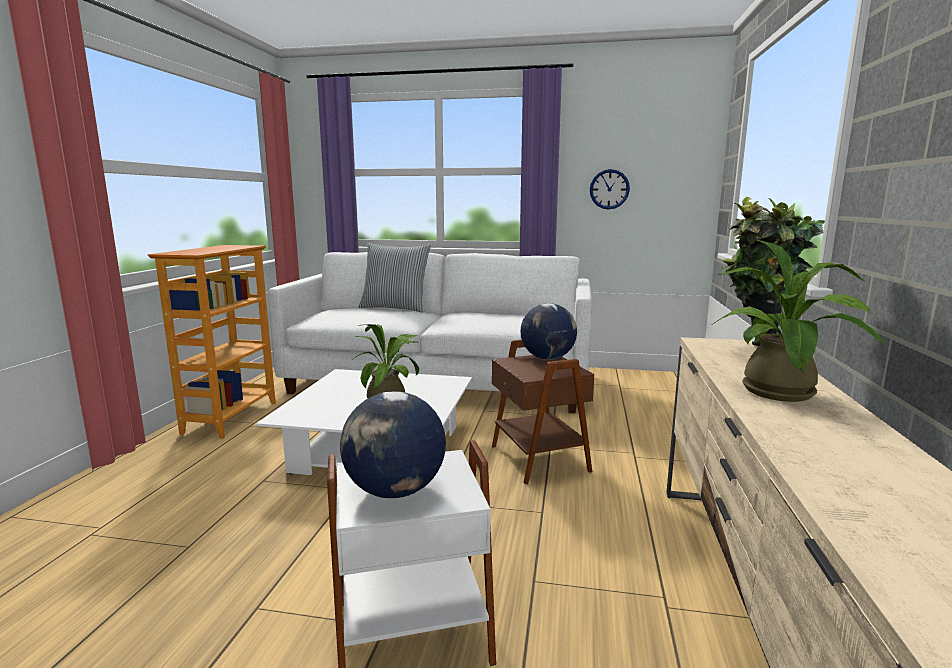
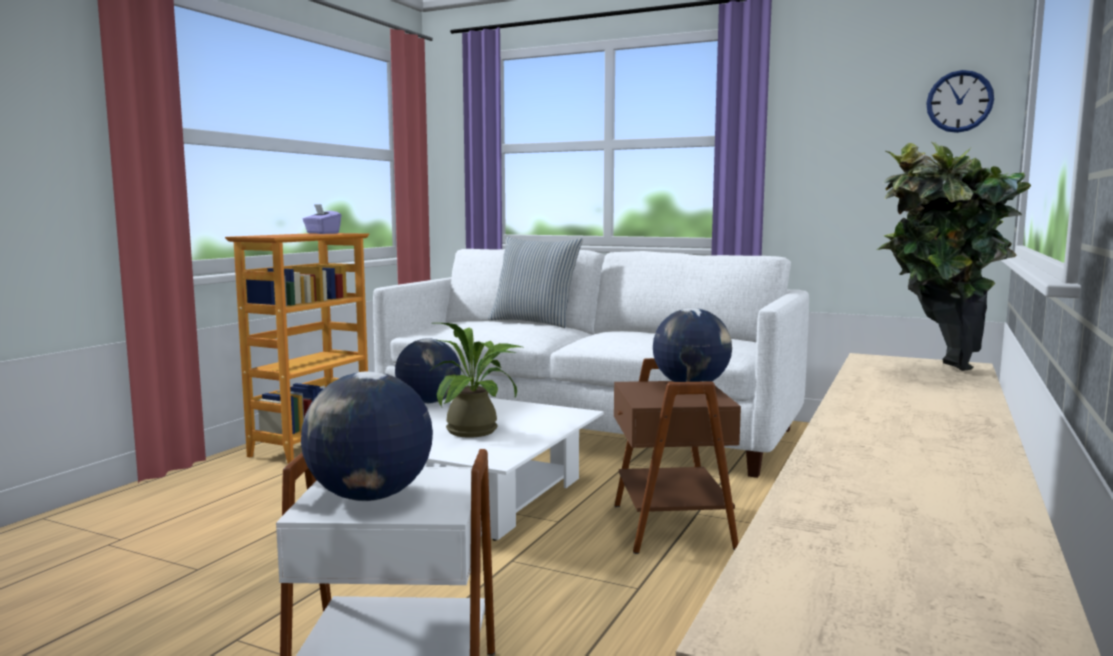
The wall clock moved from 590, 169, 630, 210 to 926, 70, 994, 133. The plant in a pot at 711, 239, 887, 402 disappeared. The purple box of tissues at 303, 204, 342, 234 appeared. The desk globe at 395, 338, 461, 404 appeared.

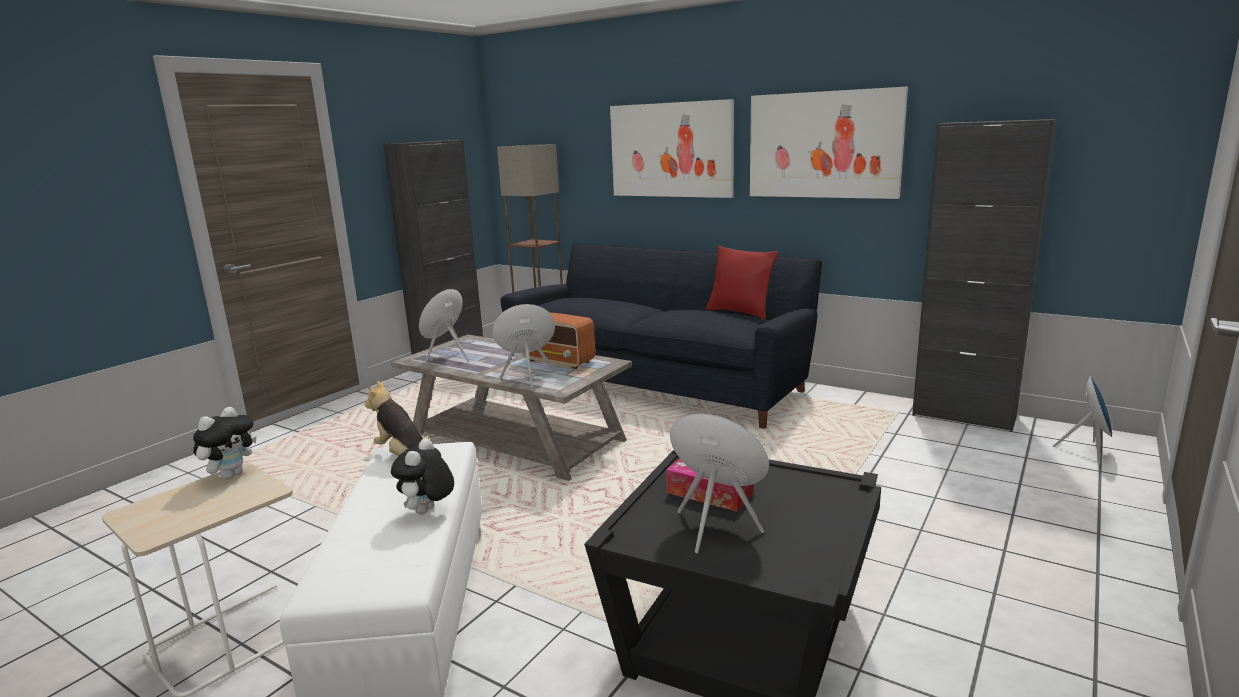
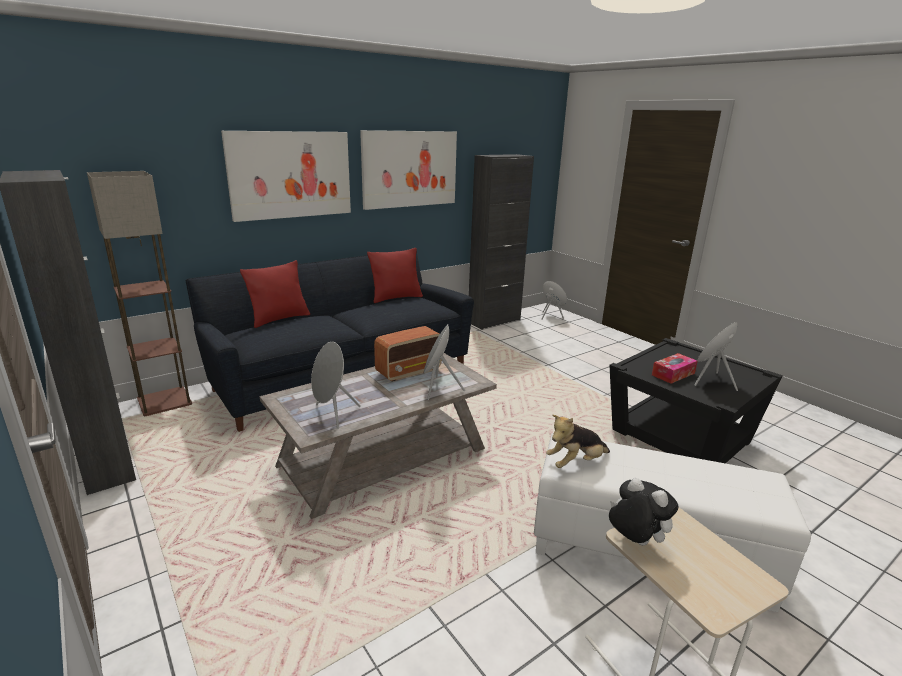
The soft toy at 391, 438, 454, 514 disappeared. The red pillow at 240, 260, 310, 328 appeared.

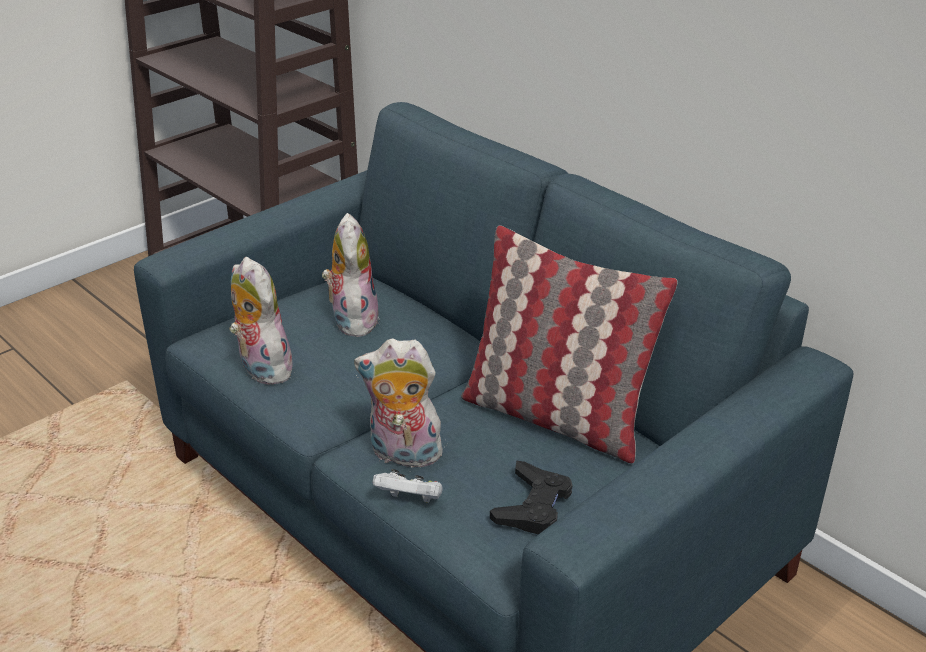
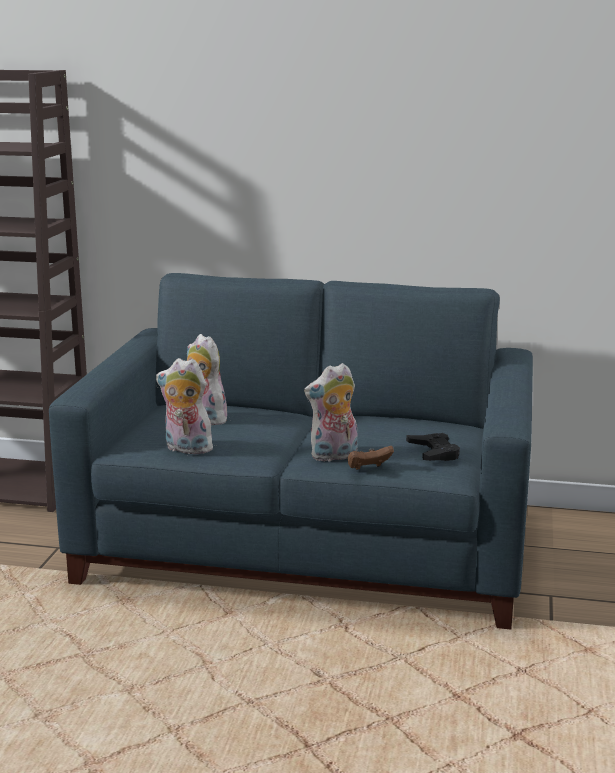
The pillow at 461, 225, 677, 464 disappeared. The white gamepad at 373, 469, 442, 503 became the brown-coloured gamepad at 348, 446, 394, 470.

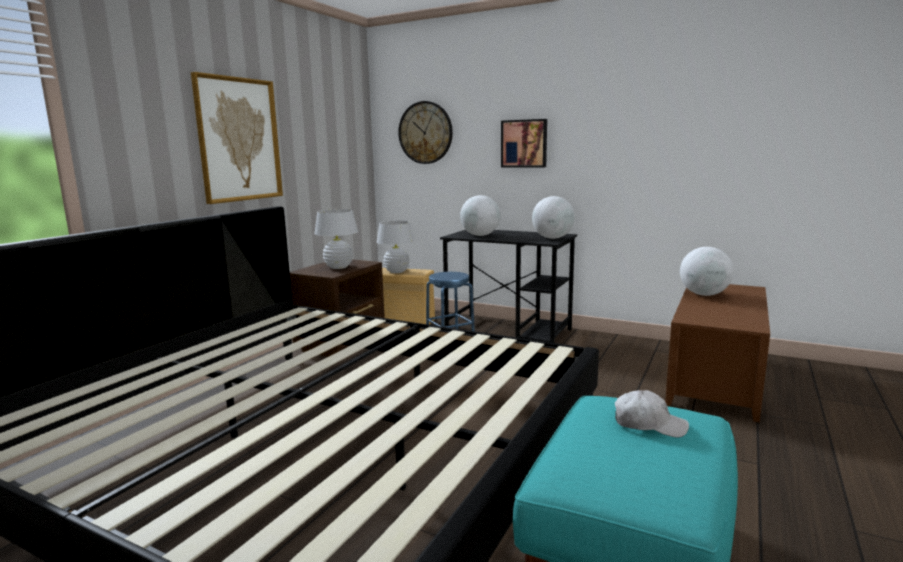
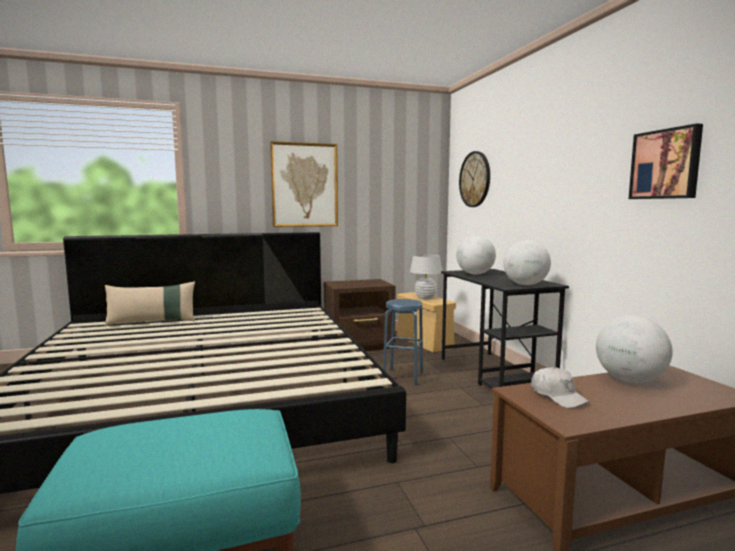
The picture moved from 501, 119, 547, 167 to 629, 123, 703, 199. The white lamp for a table at 314, 209, 358, 269 disappeared. The white peaked cap moved from 615, 390, 689, 438 to 531, 367, 590, 408. The beige-coloured pillow at 105, 281, 195, 326 appeared.

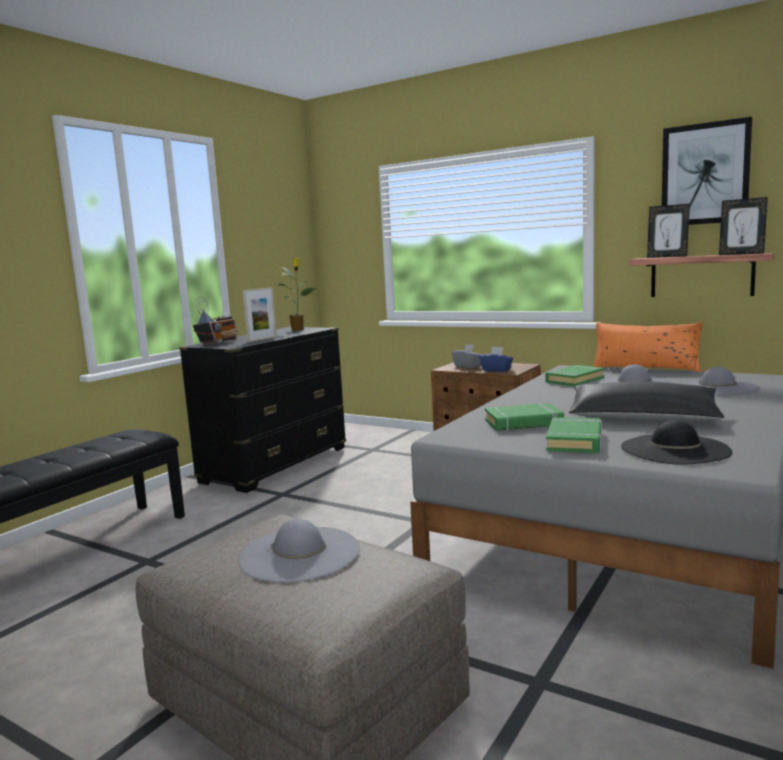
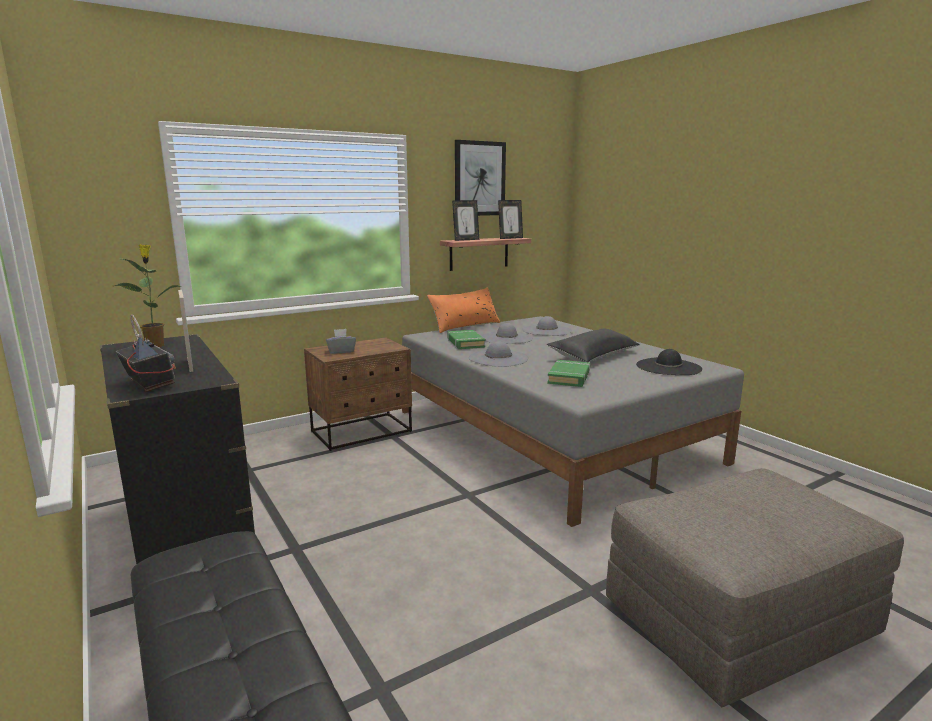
The blue box of tissues at 479, 347, 513, 372 disappeared. The green volume at 546, 417, 602, 453 disappeared. The grey hat moved from 238, 519, 360, 583 to 469, 341, 528, 367.

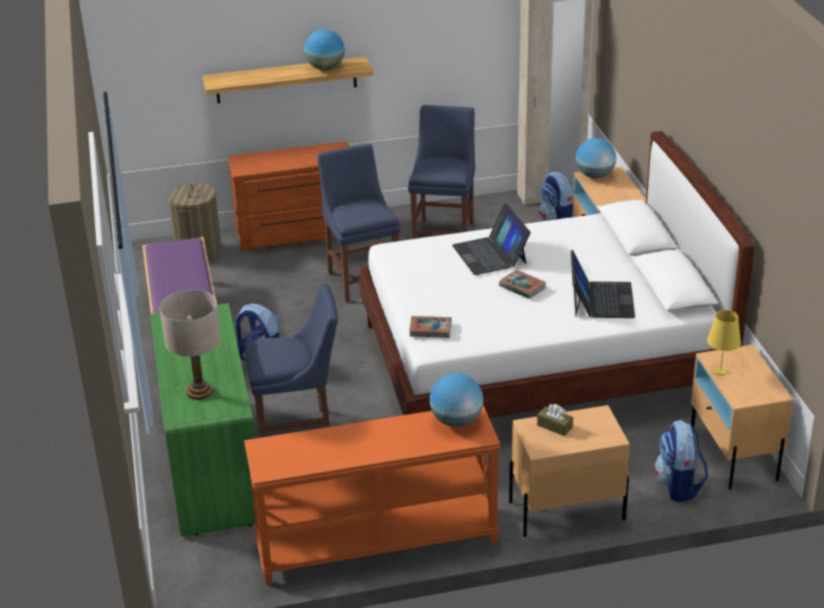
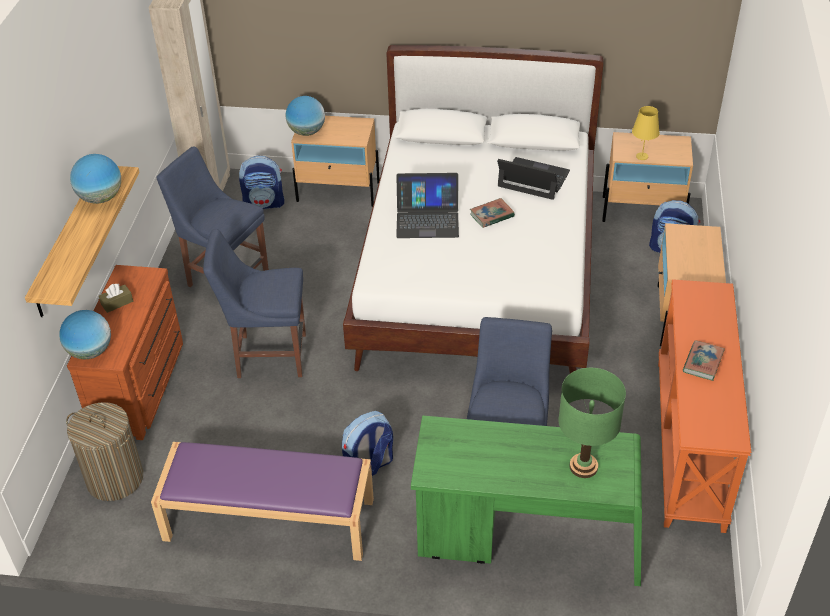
The beige-coloured lamp for a table at 159, 290, 221, 400 became the green lamp for a table at 558, 368, 626, 478. The volume moved from 409, 316, 451, 338 to 683, 340, 725, 381. The desk globe moved from 430, 373, 483, 427 to 59, 310, 111, 359. The brown-coloured box of tissues moved from 537, 404, 573, 436 to 99, 284, 133, 313.

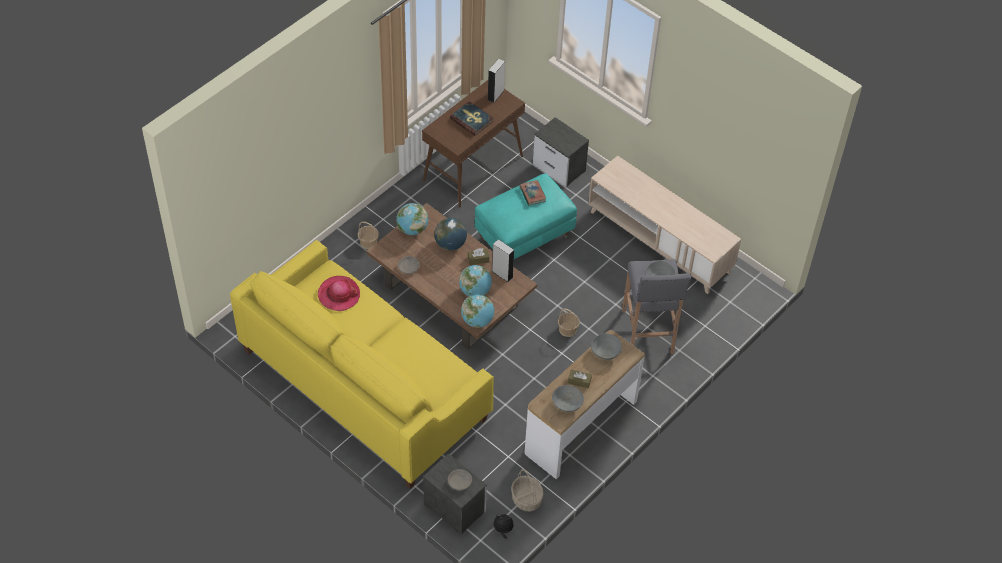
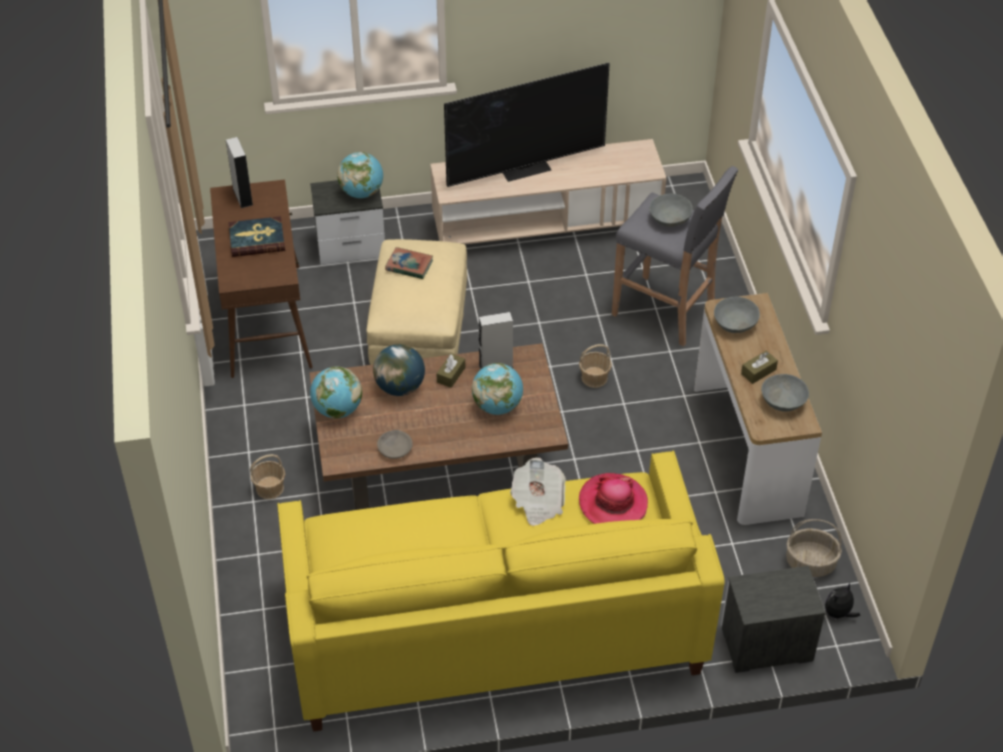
The blue-green footrest at 475, 174, 577, 259 became the beige-coloured footrest at 366, 239, 467, 365. The hat moved from 318, 276, 360, 311 to 579, 473, 648, 524. The desk globe moved from 461, 294, 494, 328 to 337, 152, 383, 198. The grey serving bowl at 448, 469, 472, 491 disappeared. The TV at 444, 63, 610, 187 appeared. The printed paper at 510, 458, 566, 526 appeared.

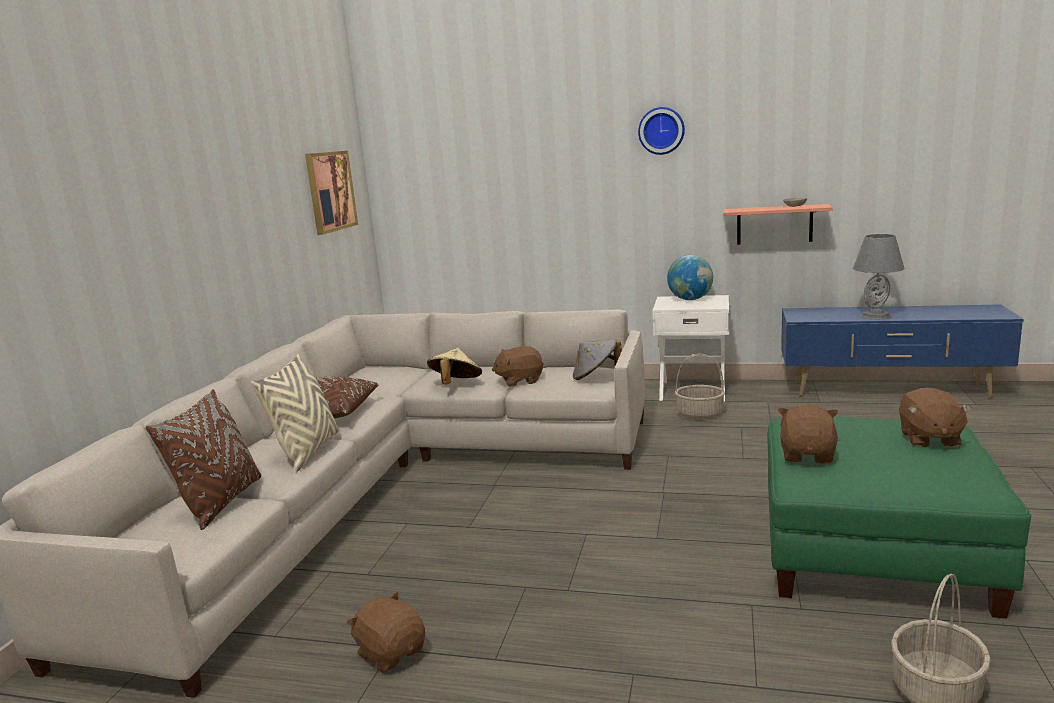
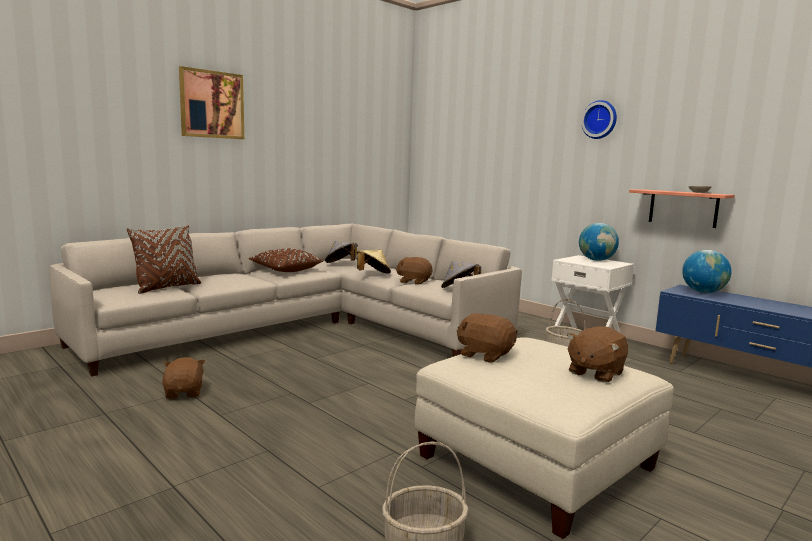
The picture moved from 305, 151, 358, 235 to 179, 66, 244, 139. The grey lamp for a table at 853, 234, 904, 320 disappeared. The beige-coloured pillow at 251, 354, 339, 472 disappeared. The brown-coloured soft toy at 778, 404, 838, 464 turned 105 degrees counterclockwise. The green footrest at 768, 417, 1031, 619 became the beige-coloured footrest at 415, 337, 674, 539. The grey hat at 325, 241, 358, 263 appeared. The desk globe at 682, 250, 732, 293 appeared.

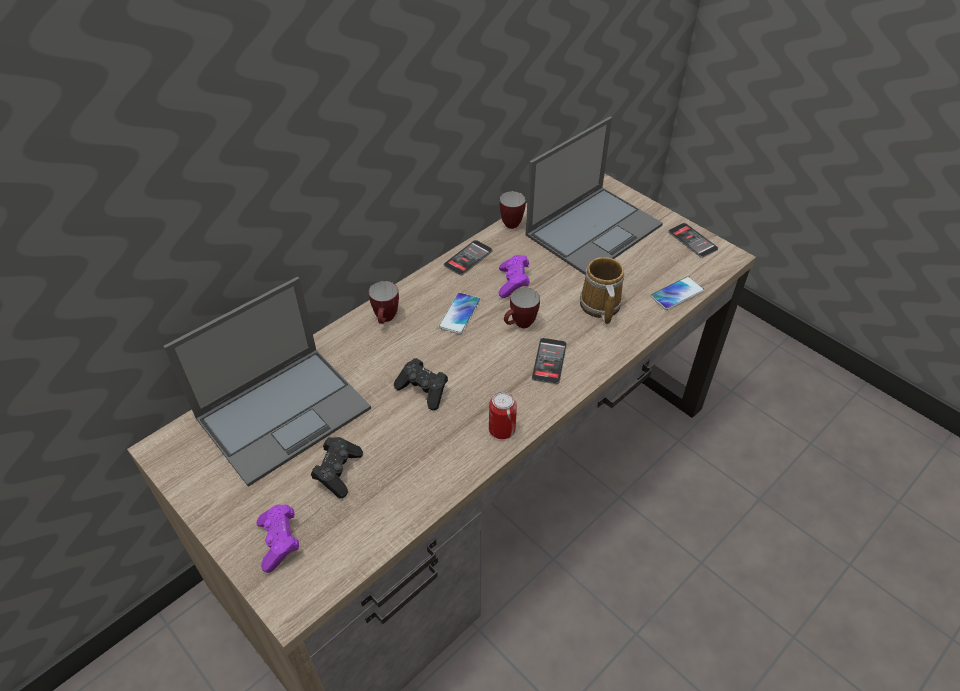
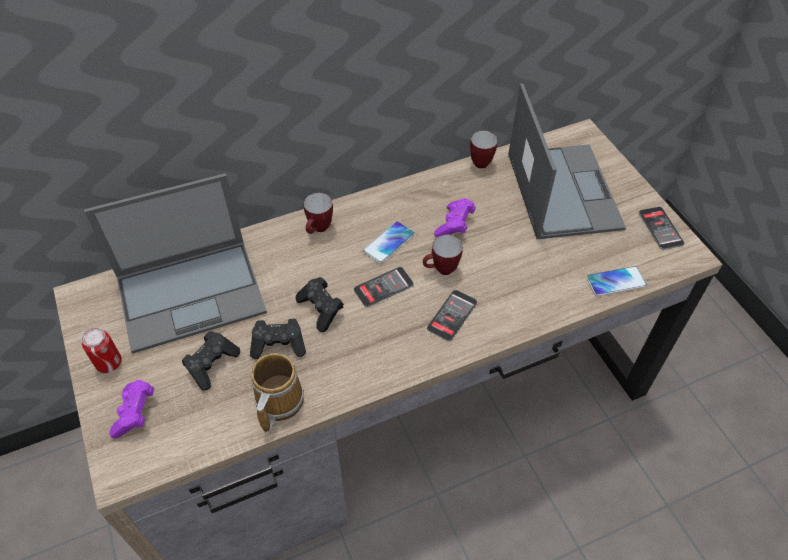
The notebook computer at 525, 116, 663, 275 turned 75 degrees counterclockwise. The phone moved from 444, 240, 493, 276 to 354, 267, 414, 307. The mug moved from 580, 257, 624, 324 to 251, 353, 304, 432. The can moved from 489, 391, 517, 439 to 82, 328, 122, 373. The black gamepad at 250, 319, 306, 359 appeared.

